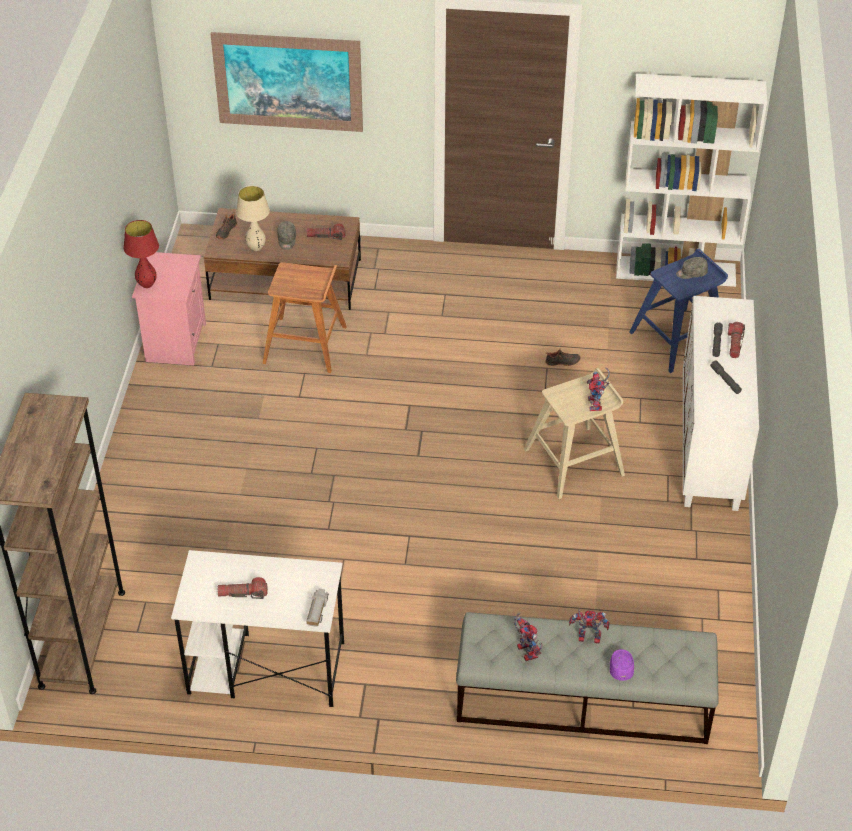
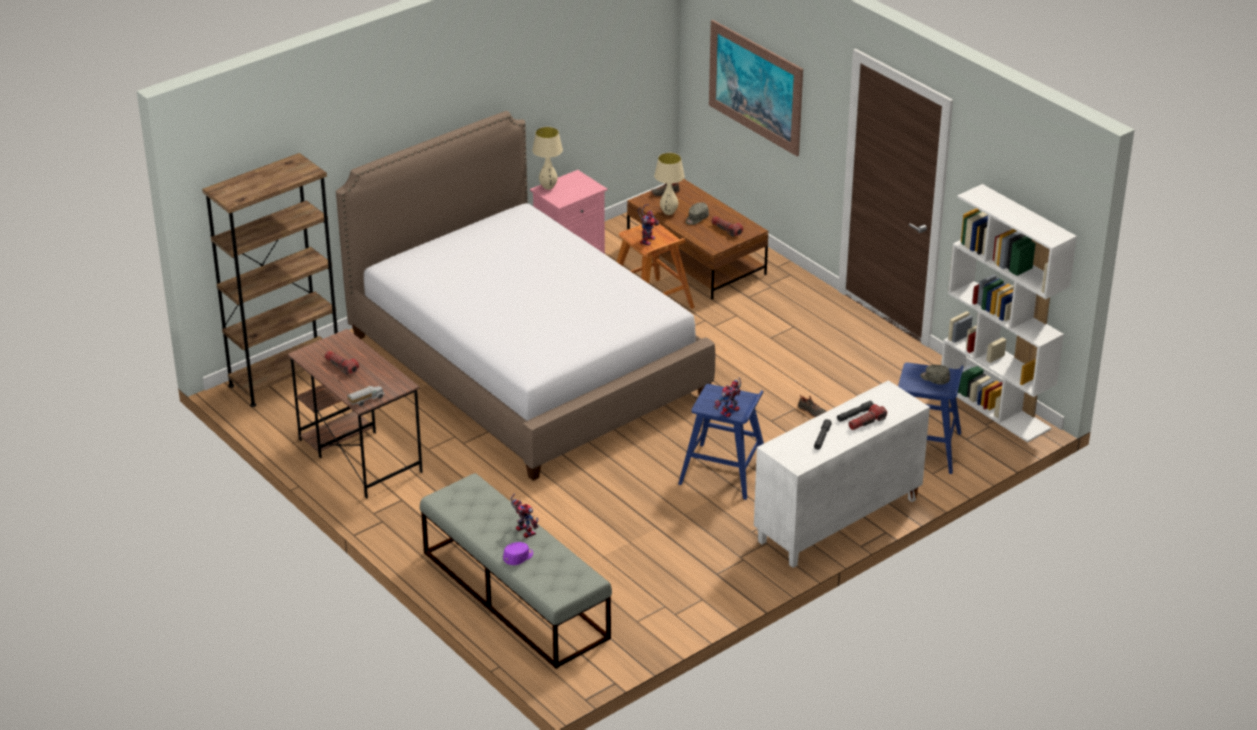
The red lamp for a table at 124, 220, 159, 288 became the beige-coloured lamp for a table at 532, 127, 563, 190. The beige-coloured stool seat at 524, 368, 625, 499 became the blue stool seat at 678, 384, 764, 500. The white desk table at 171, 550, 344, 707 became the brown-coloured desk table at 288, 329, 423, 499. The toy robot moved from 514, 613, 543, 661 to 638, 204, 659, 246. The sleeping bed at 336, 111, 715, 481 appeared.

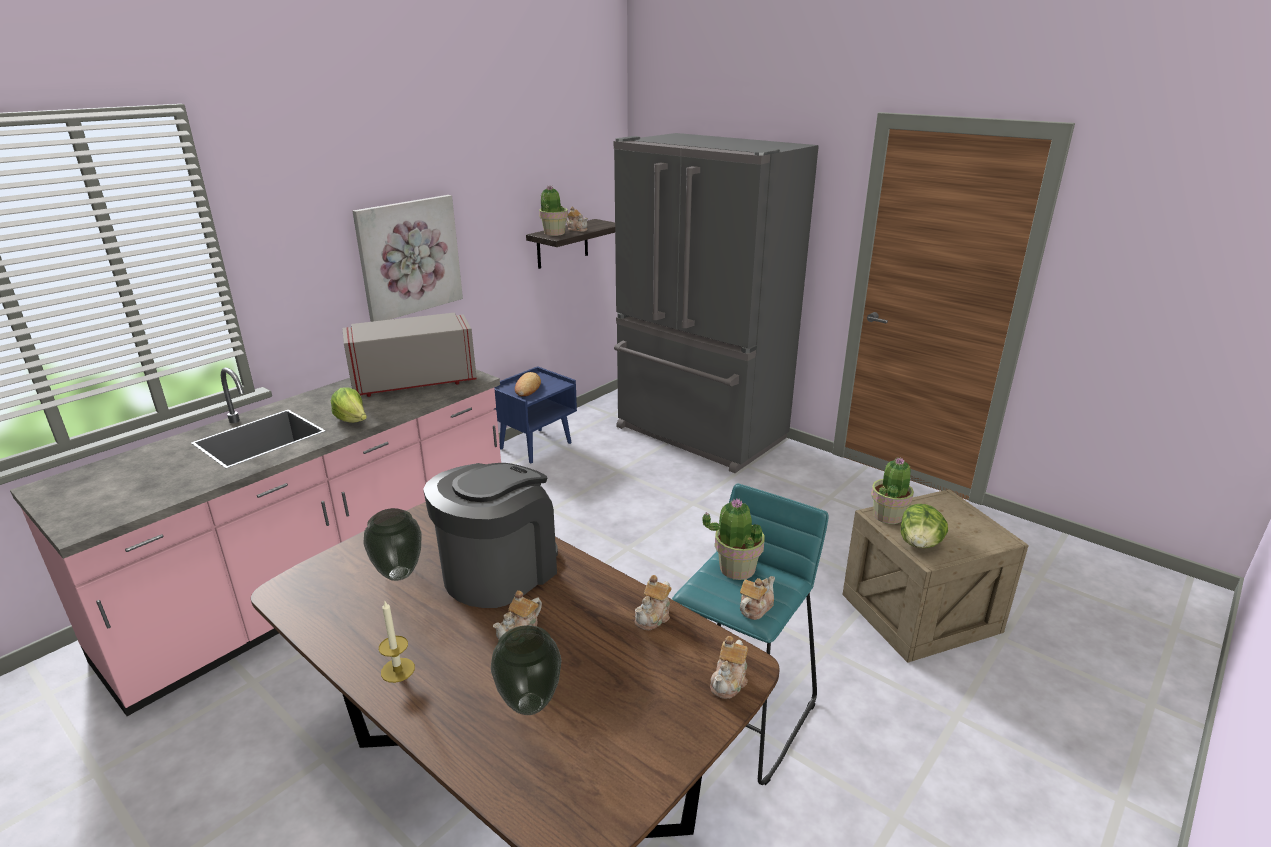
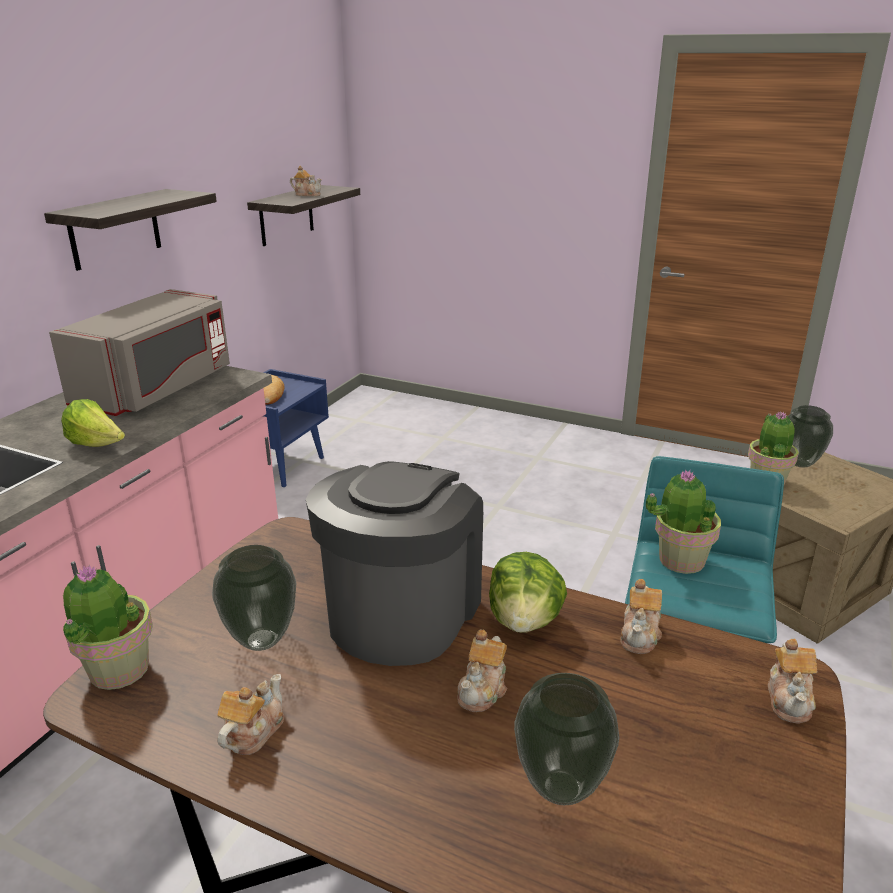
The grey kitchen fridge at 614, 133, 819, 473 disappeared. The plant in a pot moved from 539, 186, 568, 236 to 63, 564, 153, 690. The picture at 352, 195, 463, 322 was replaced by the wall shelf at 44, 189, 217, 271. The grey kitchen microwave at 342, 313, 476, 397 turned 150 degrees clockwise. The lettuce head moved from 901, 504, 948, 548 to 489, 552, 567, 633. The teapot moved from 740, 576, 775, 620 to 217, 674, 284, 755. The candle at 379, 601, 415, 683 disappeared. The decorative vase at 787, 405, 833, 468 appeared.

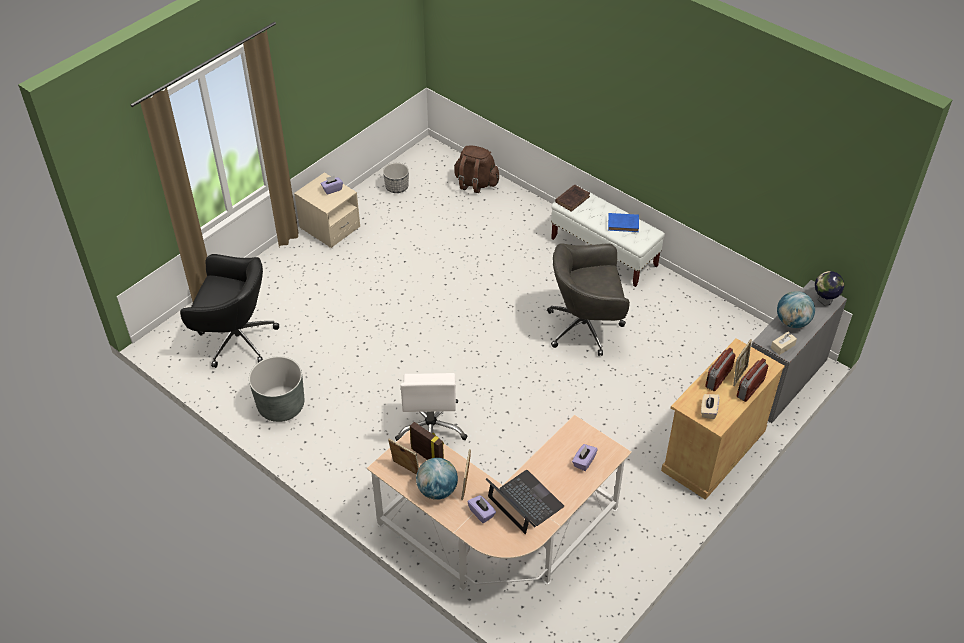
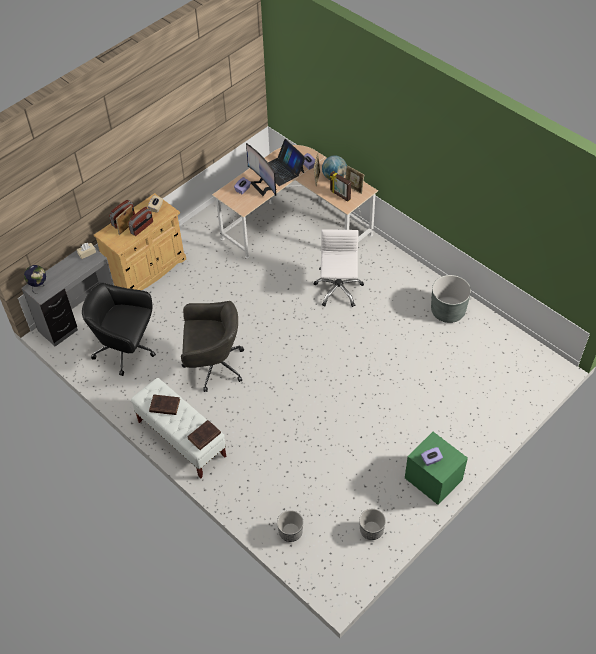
The brown-coloured knapsack at 454, 145, 499, 193 was replaced by the flower pot at 277, 510, 303, 542. The beige-coloured night table at 294, 172, 360, 248 became the green night table at 405, 432, 468, 505. The blue volume at 608, 213, 639, 232 became the brown-coloured volume at 149, 394, 180, 415. The black desk chair moved from 180, 254, 279, 368 to 82, 283, 156, 376. The desk globe at 777, 291, 815, 328 disappeared. The computer screen at 246, 143, 277, 196 appeared.

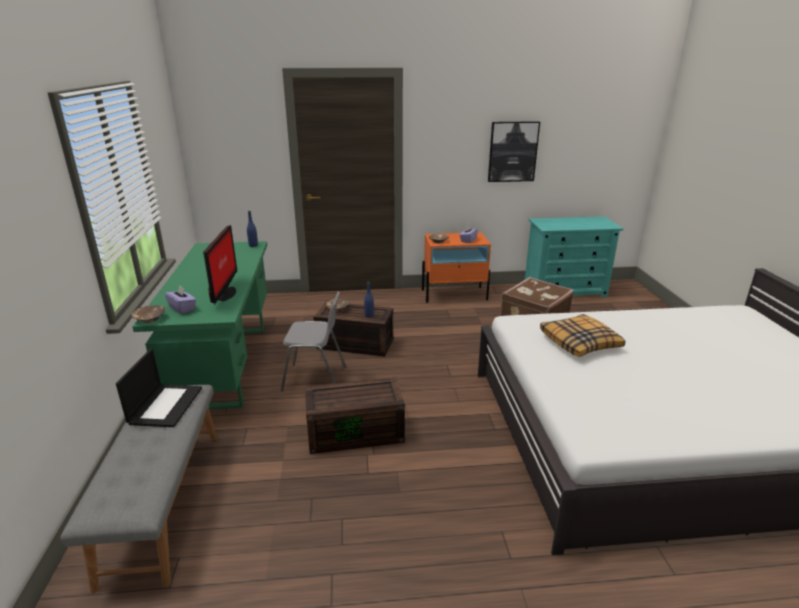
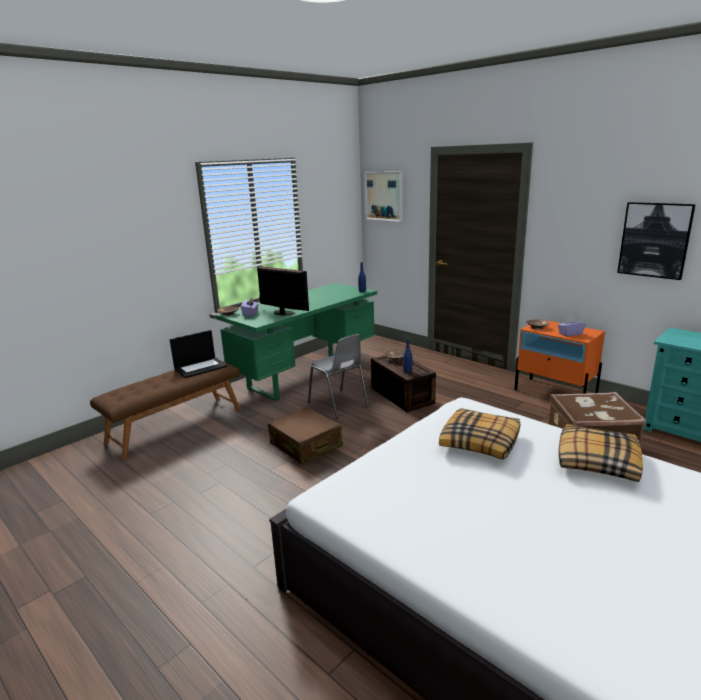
The computer screen at 203, 225, 237, 305 turned 105 degrees counterclockwise. The brown-coloured storage box at 305, 378, 405, 454 was replaced by the brown-coloured suitcase at 268, 407, 343, 464. The grey bench at 60, 385, 217, 593 became the brown-coloured bench at 90, 361, 240, 460. The picture at 364, 172, 403, 222 appeared. The pillow at 558, 424, 643, 482 appeared.

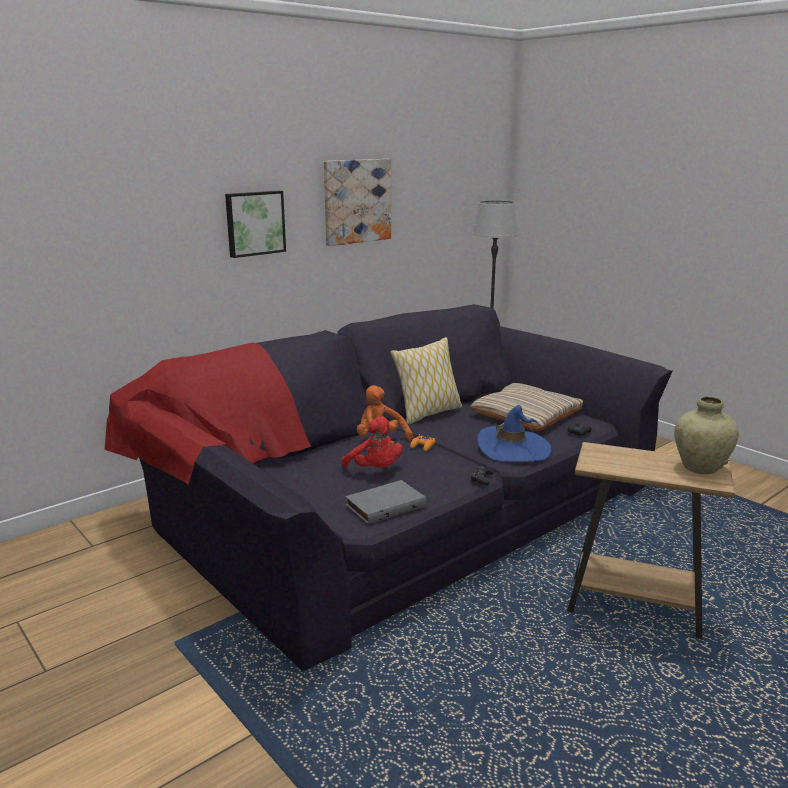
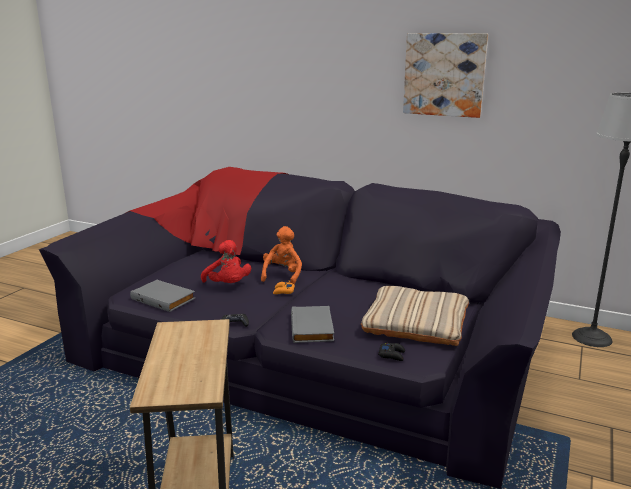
The picture at 225, 191, 286, 258 disappeared. The pillow at 390, 337, 462, 424 disappeared. The beige-coloured decorative vase at 674, 396, 739, 474 disappeared. The blue hat at 477, 405, 551, 461 was replaced by the grey volume at 291, 306, 334, 343. The red soft toy at 341, 416, 403, 468 turned 60 degrees counterclockwise.

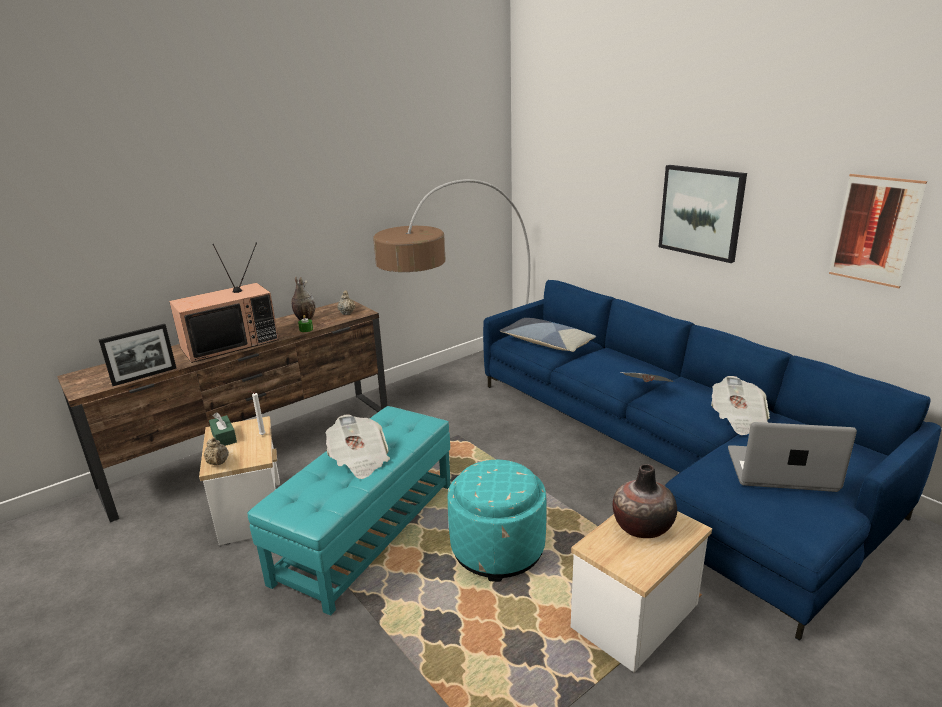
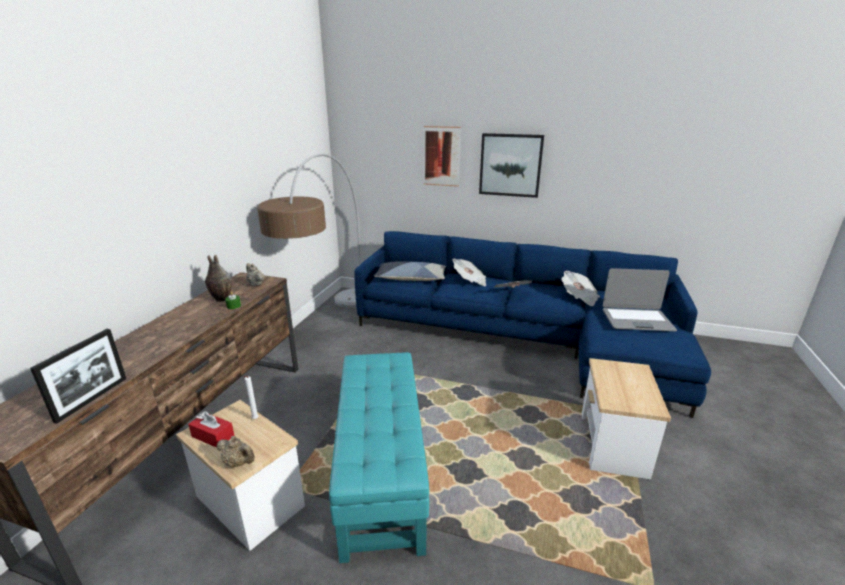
The picture moved from 829, 174, 927, 288 to 424, 126, 461, 187. The TV at 169, 242, 279, 363 disappeared. The green box of tissues at 209, 412, 237, 446 became the red box of tissues at 188, 411, 234, 448. The printed paper moved from 326, 414, 390, 479 to 453, 259, 486, 286. The notebook computer at 728, 422, 857, 492 turned 150 degrees counterclockwise. The blue-green footrest at 448, 460, 547, 582 disappeared. The decorative vase at 613, 464, 677, 538 disappeared.

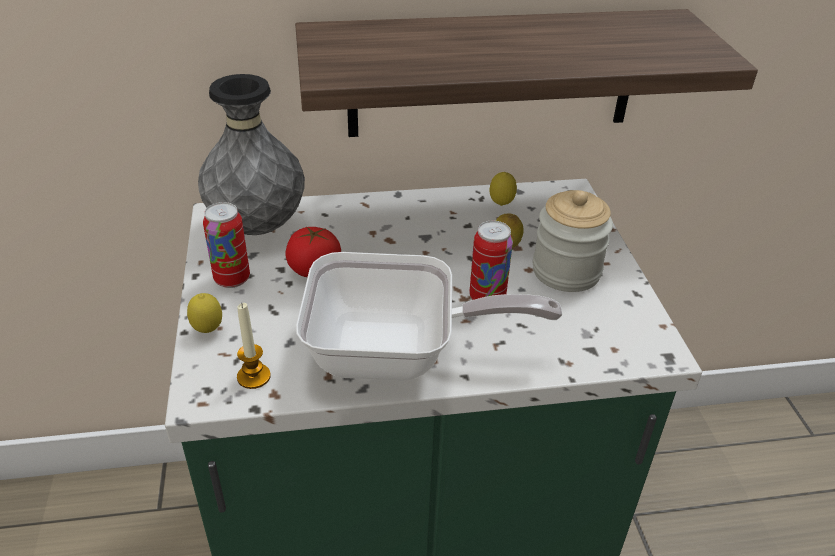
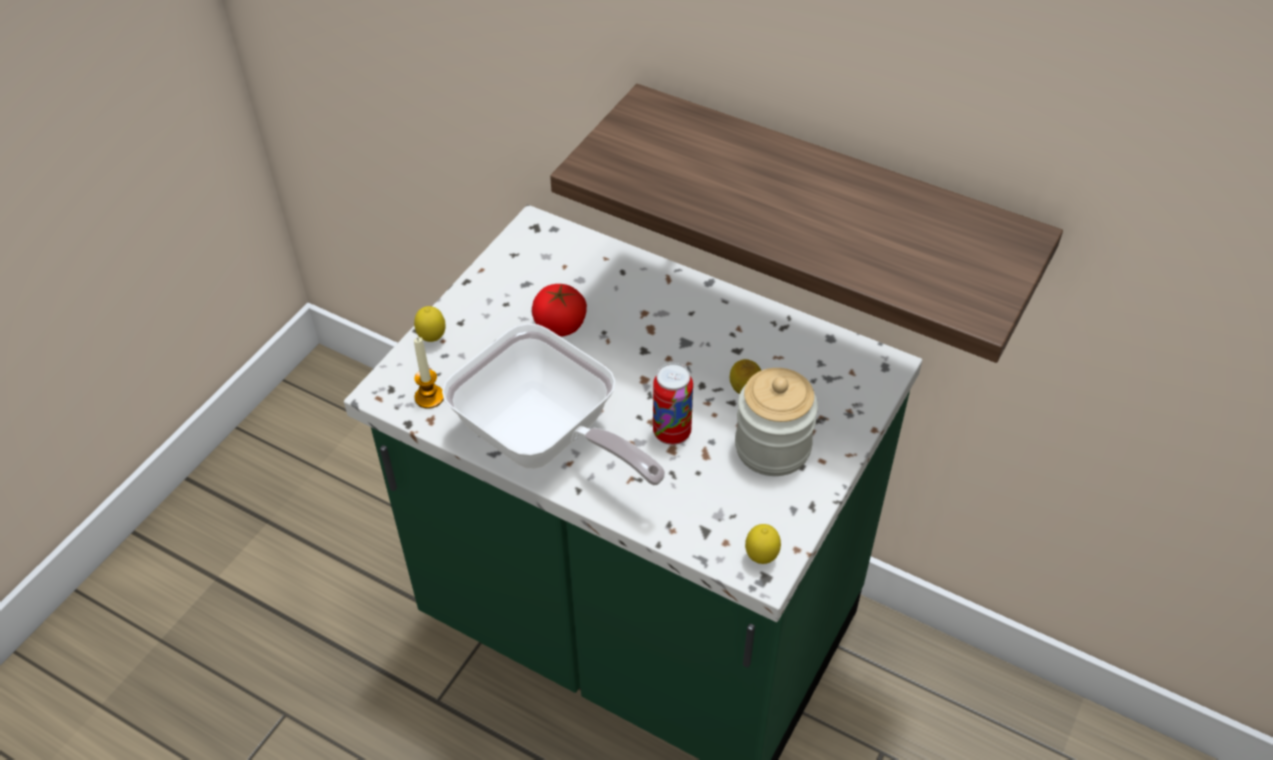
The grey decorative vase at 198, 74, 305, 235 disappeared. The whole lemon moved from 490, 172, 517, 206 to 745, 524, 781, 564. The can at 203, 202, 250, 288 disappeared.

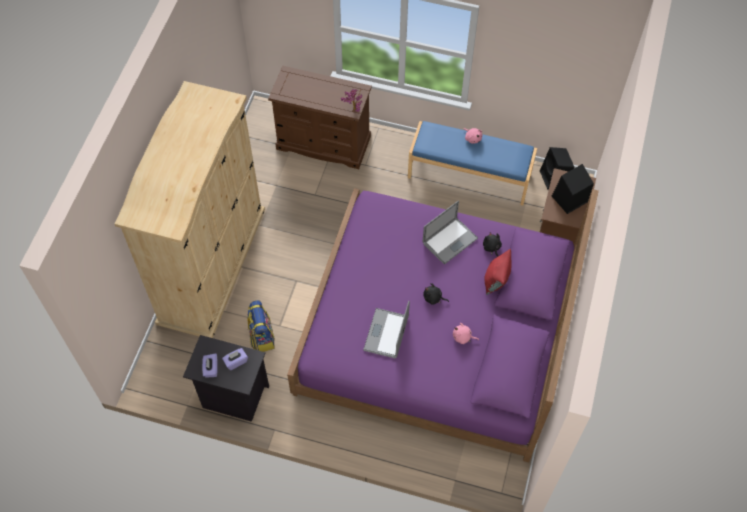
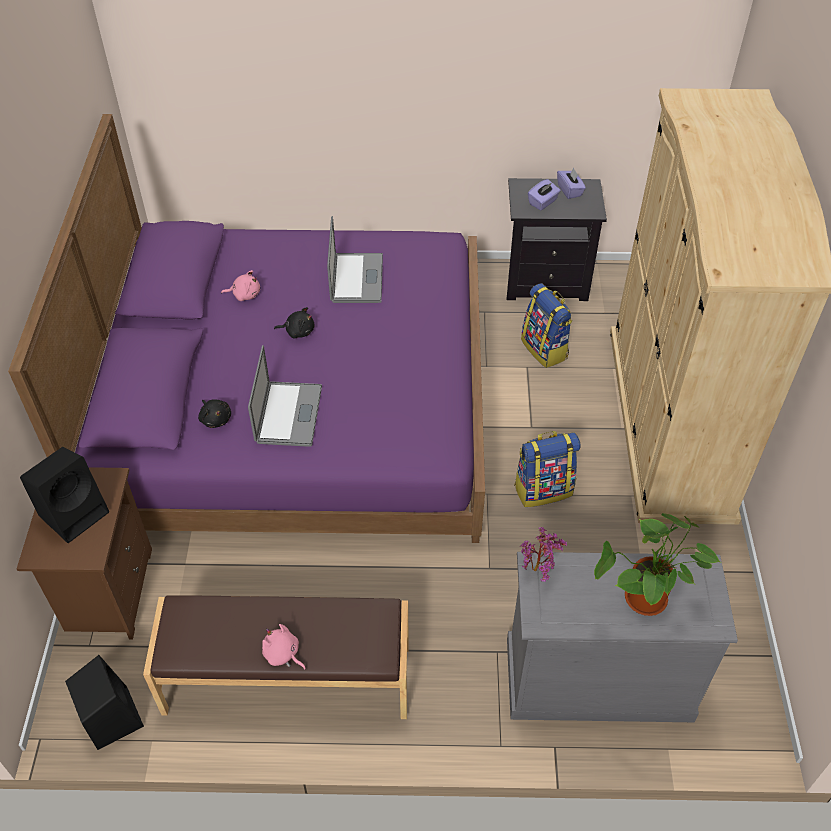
The brown-coloured dresser at 268, 65, 372, 169 became the grey dresser at 507, 552, 738, 722. The blue bench at 408, 121, 537, 206 became the brown-coloured bench at 143, 596, 409, 719. The notebook computer at 422, 201, 478, 264 turned 150 degrees clockwise. The red pillow at 485, 249, 512, 295 disappeared. The knapsack at 514, 431, 581, 507 appeared. The plant in a pot at 594, 513, 721, 616 appeared.

